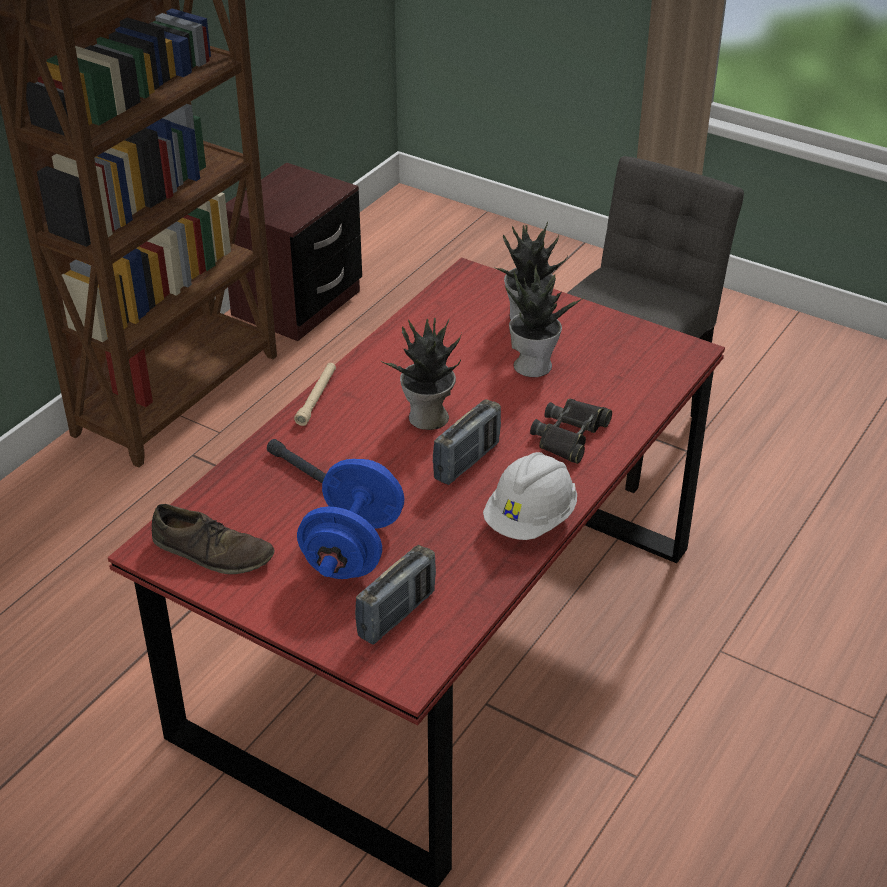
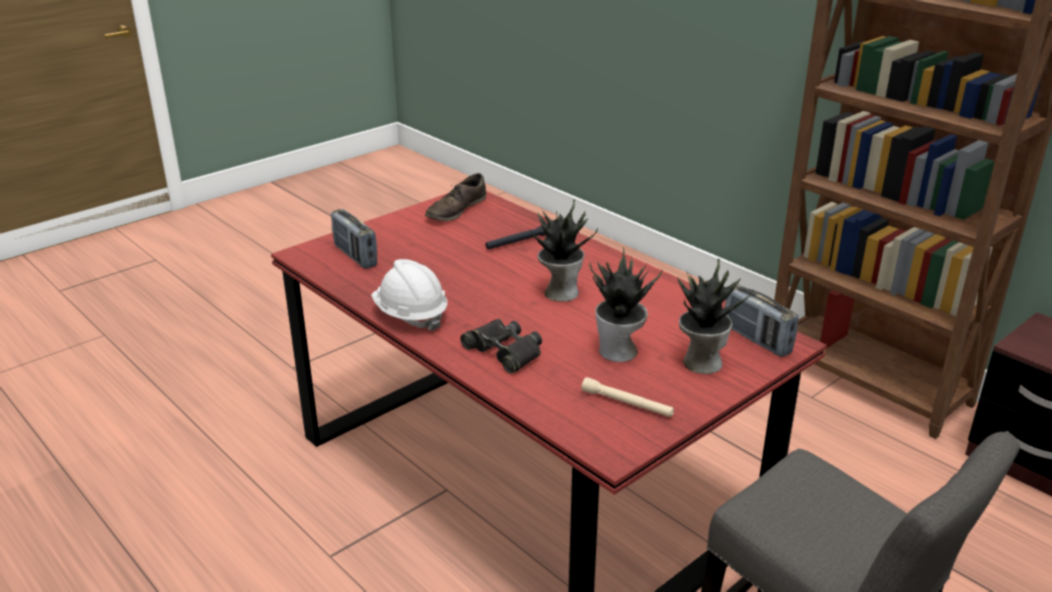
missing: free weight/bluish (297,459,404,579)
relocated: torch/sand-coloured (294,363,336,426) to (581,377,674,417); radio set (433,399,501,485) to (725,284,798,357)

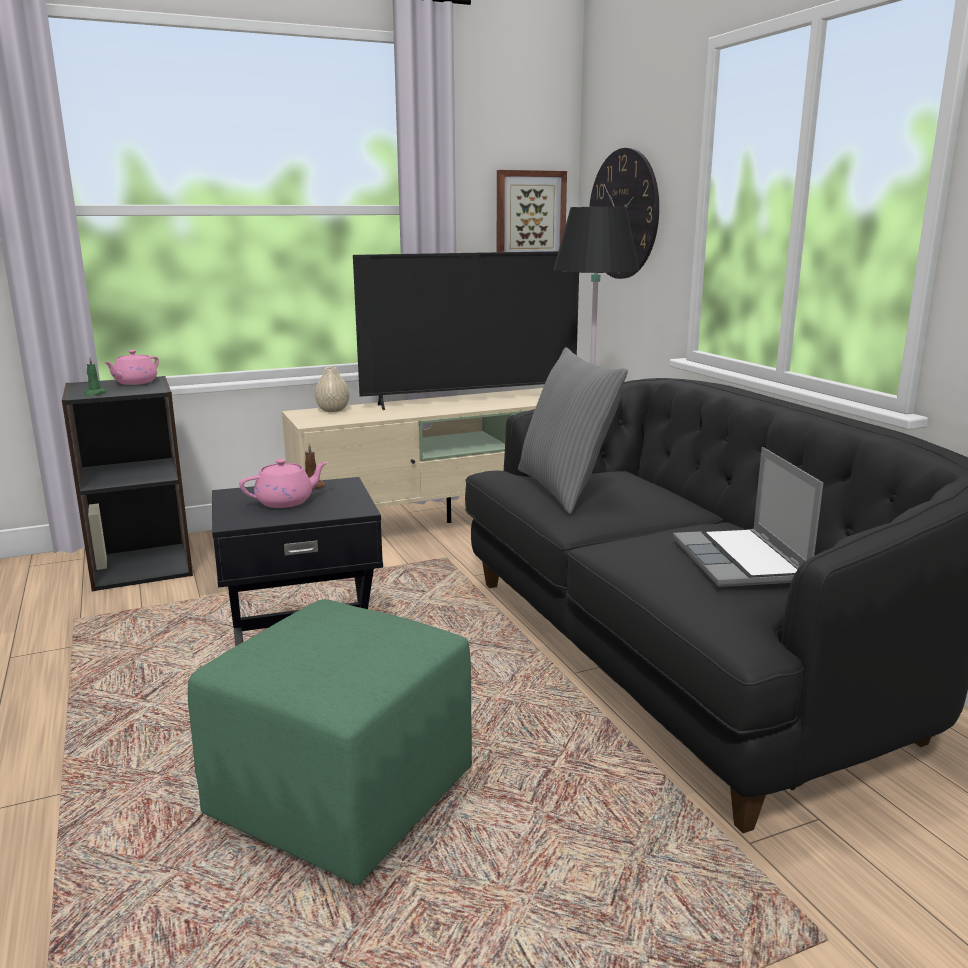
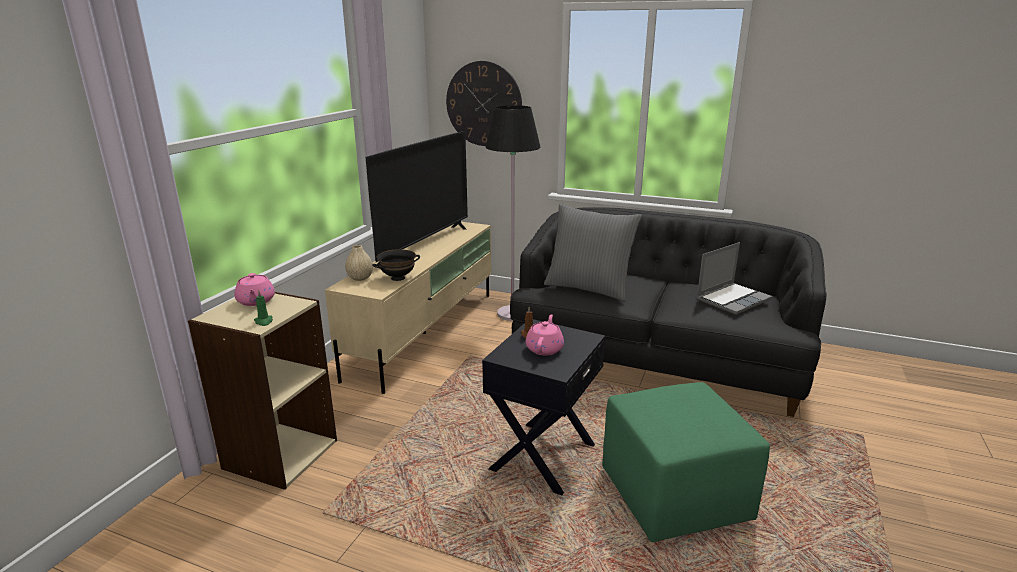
missing: wall picture (497,170,567,252)
appeared: bowl/blackish (372,249,420,281)
colour: shelving unit/blackish (62,376,193,592) to shelving unit/sand-coloured (188,292,337,490)
spun: portable computer (673,447,823,587) = (696,242,772,315) 75 degrees counterclockwise

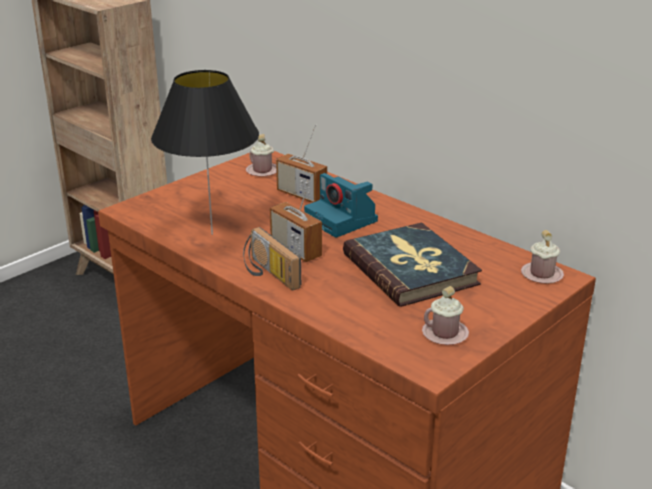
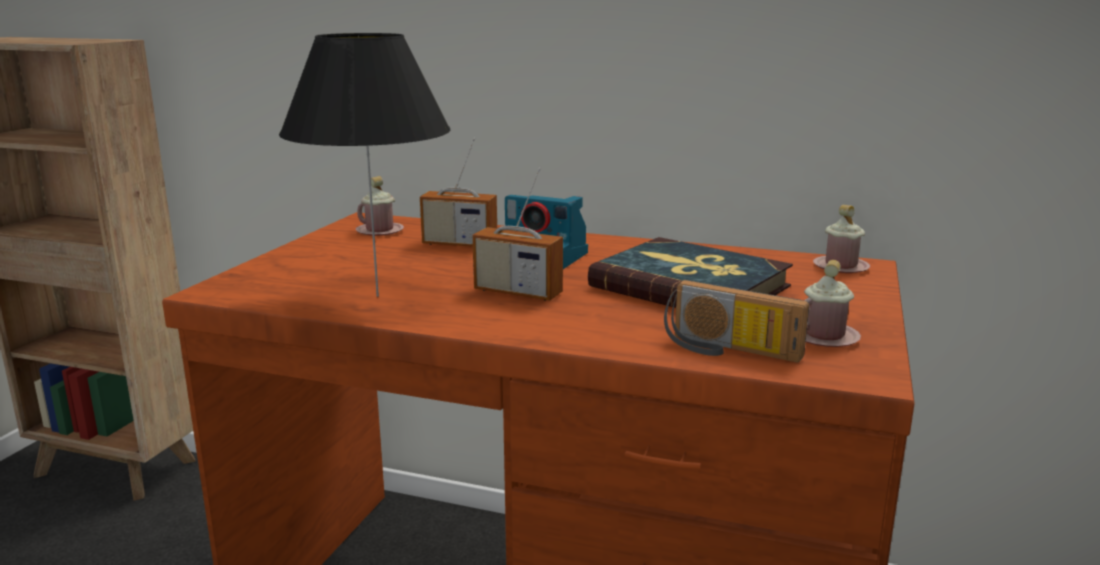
relocated: radio set (243,227,301,290) to (664,280,809,362)

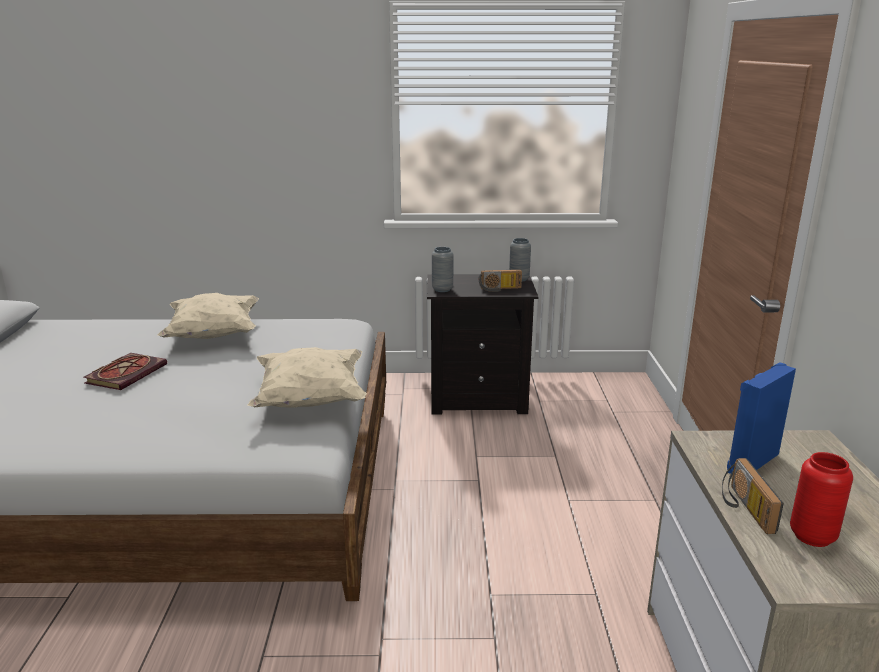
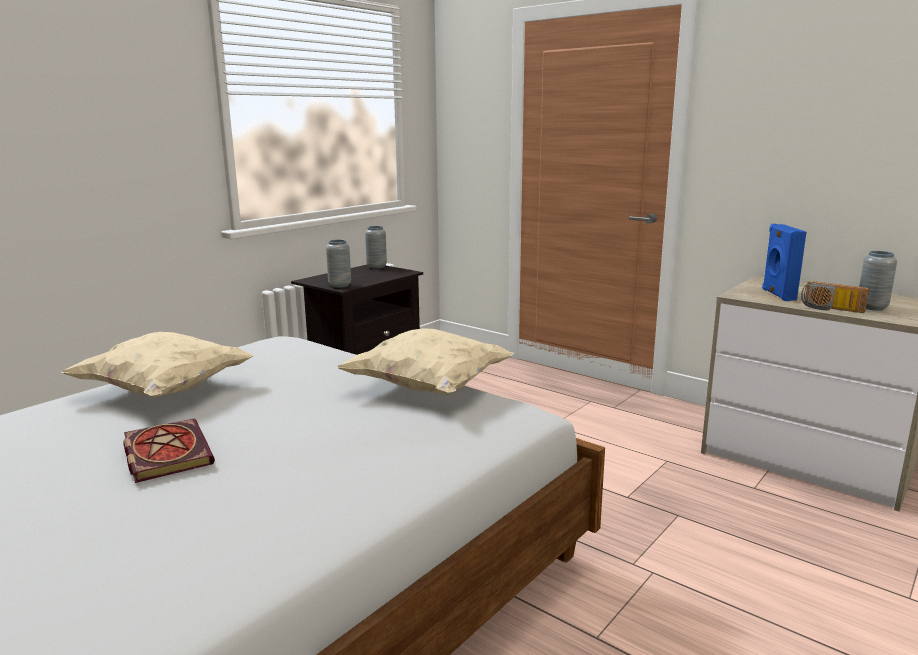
missing: radio set (479,269,522,292)
colour: flower vase/reddish (790,452,853,547) to flower vase/gray (859,251,897,310)

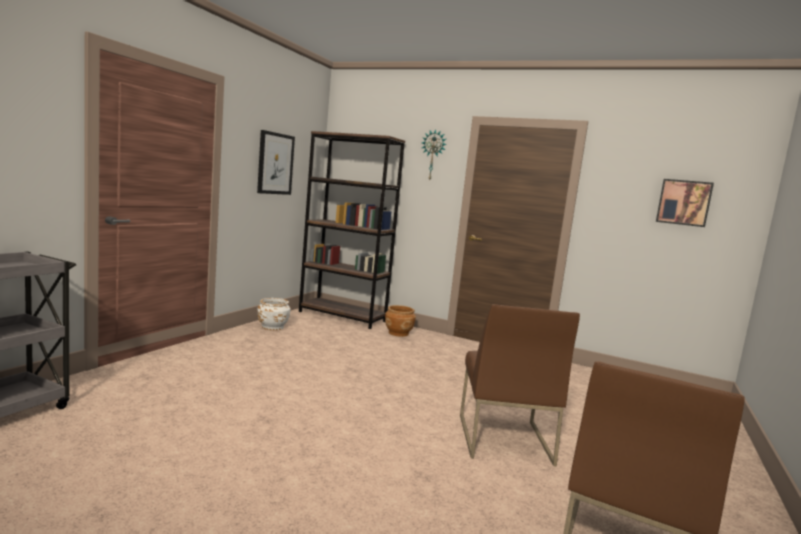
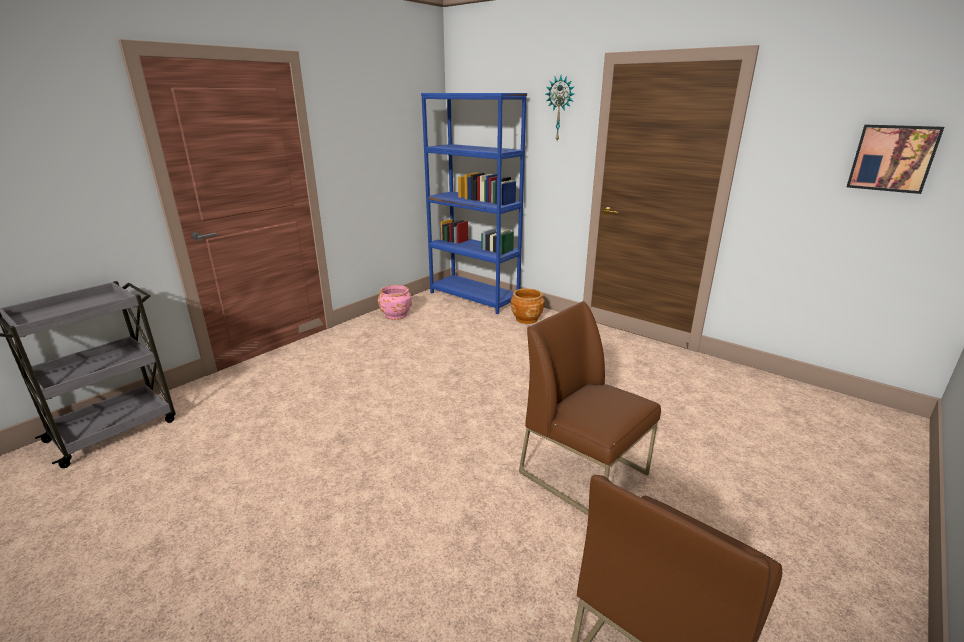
missing: wall picture (257,130,295,195)
colour: plant pot/whitish (257,298,291,330) to plant pot/pink-coloured (378,285,412,320); shelving unit/brown-coloured (299,131,405,329) to shelving unit/bluish (421,93,527,314)
spun: chair/brown-coloured (460,304,580,466) = (519,301,661,515) 120 degrees clockwise

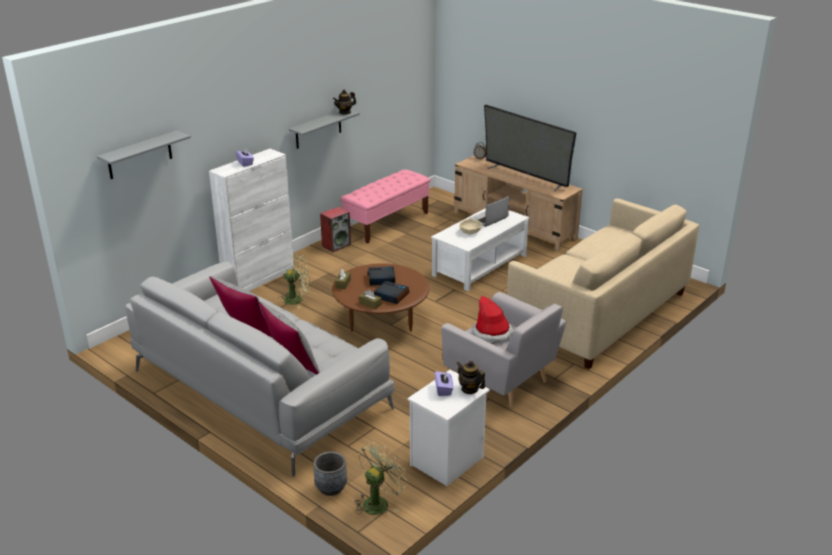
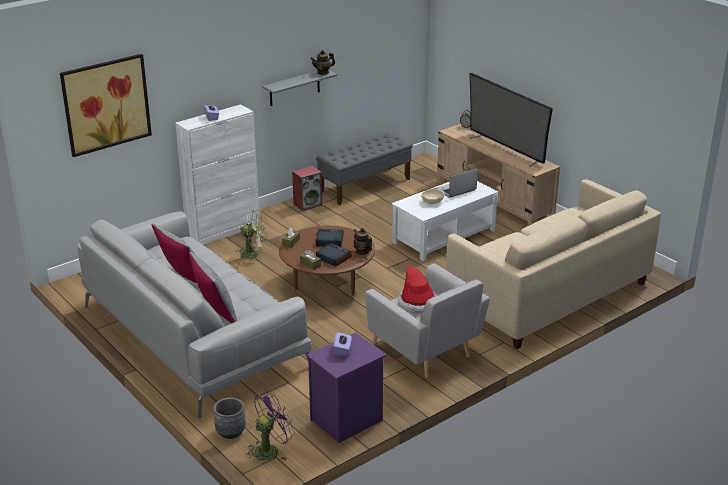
relocated: teapot (457,361,485,394) to (353,228,372,255)
exchanged: wall shelf/gray (97,130,191,179) to wall picture (60,54,152,157)
colour: bench/pink-coloured (340,170,430,243) to bench/gray (316,133,413,205); electric fan/green-coloured (355,442,408,515) to electric fan/purple-coloured (246,392,295,461); night table/whitish (408,370,490,486) to night table/purple-coloured (306,333,387,443)

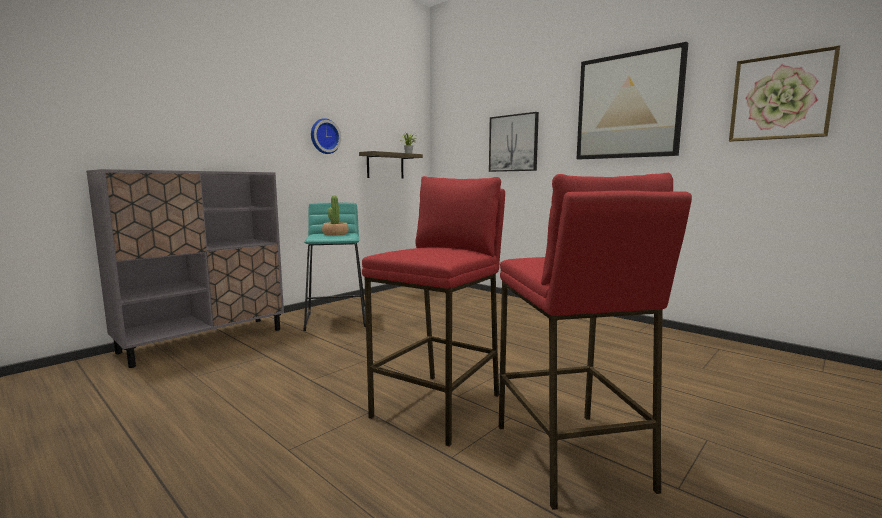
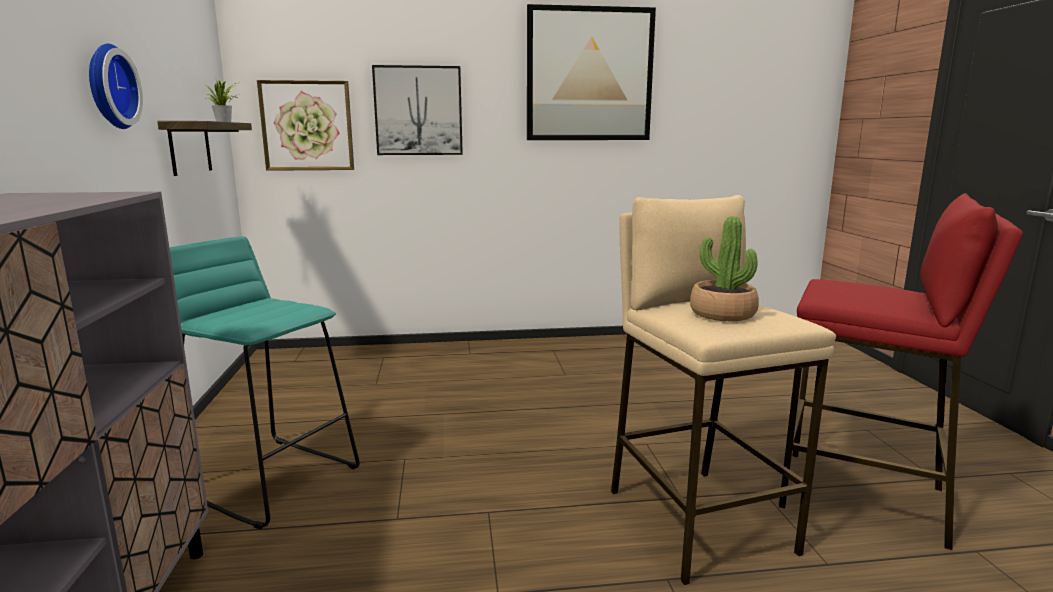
relocated: potted plant (322,195,349,235) to (690,216,759,321); wall picture (729,45,840,142) to (257,80,354,171)
colour: sitting stool/reddish (362,176,505,447) to sitting stool/sand-coloured (611,195,836,586)

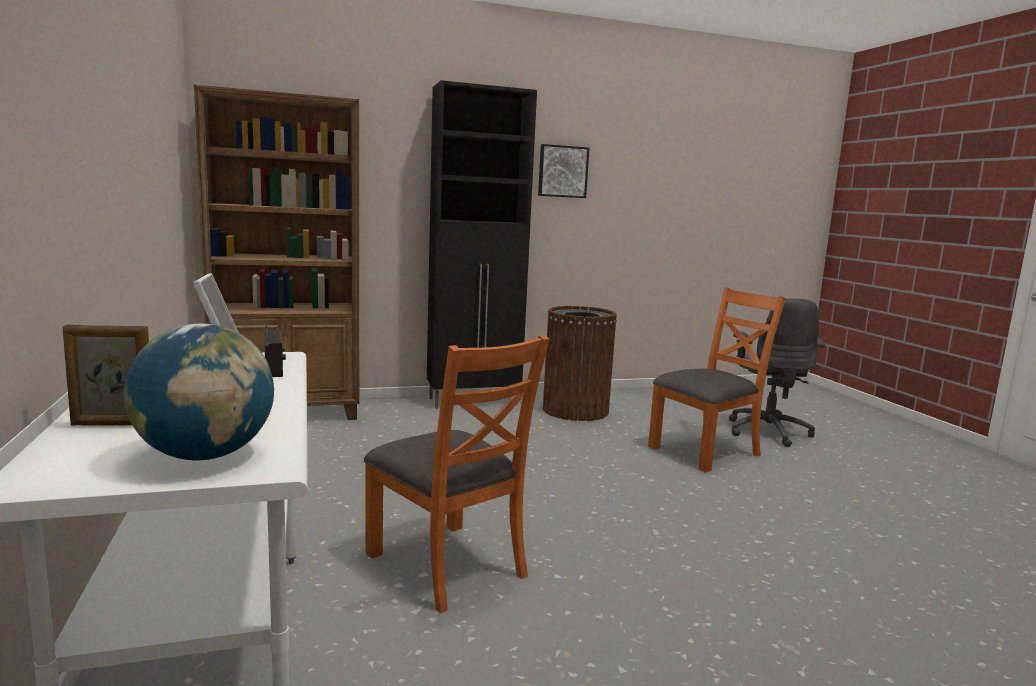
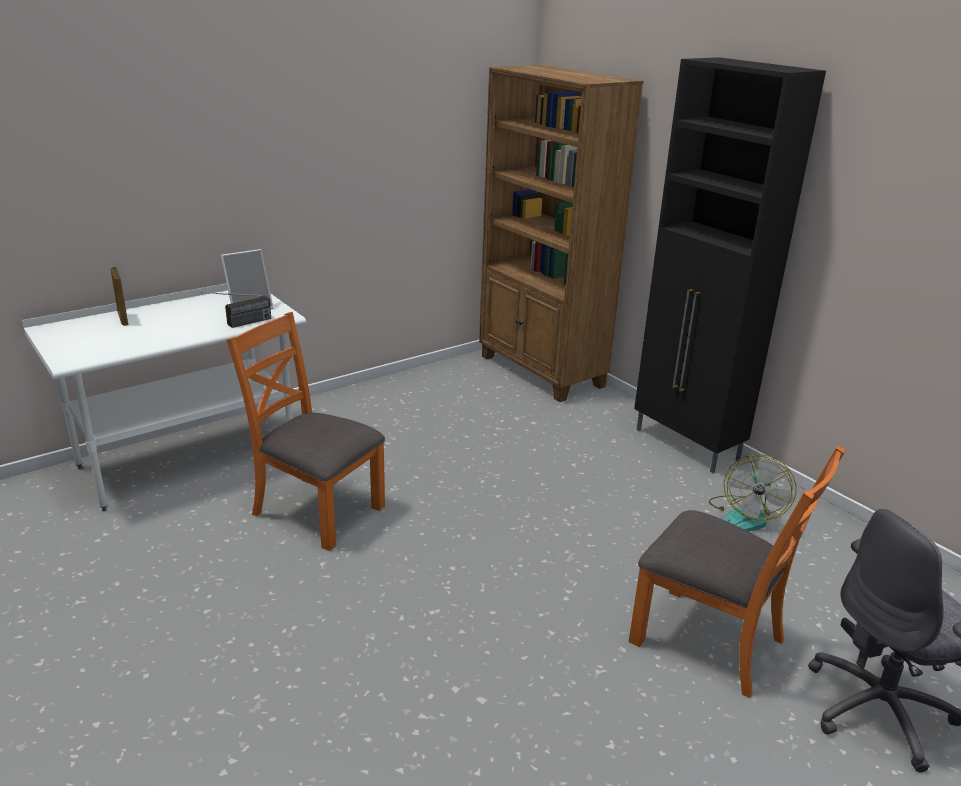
missing: world globe (124,324,274,460); wall picture (538,144,589,198)
exchanged: trash can/brown-coloured (543,306,617,421) to electric fan (709,454,796,532)
spun: chair/orange-coloured (364,334,549,613) = (227,312,385,551) 90 degrees clockwise

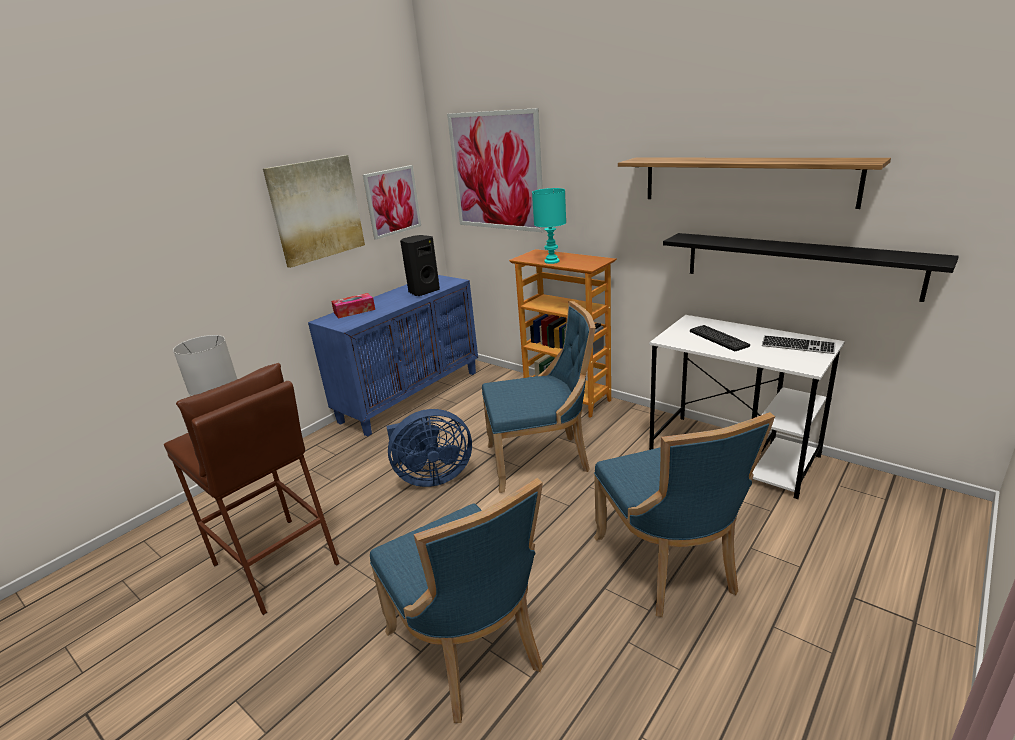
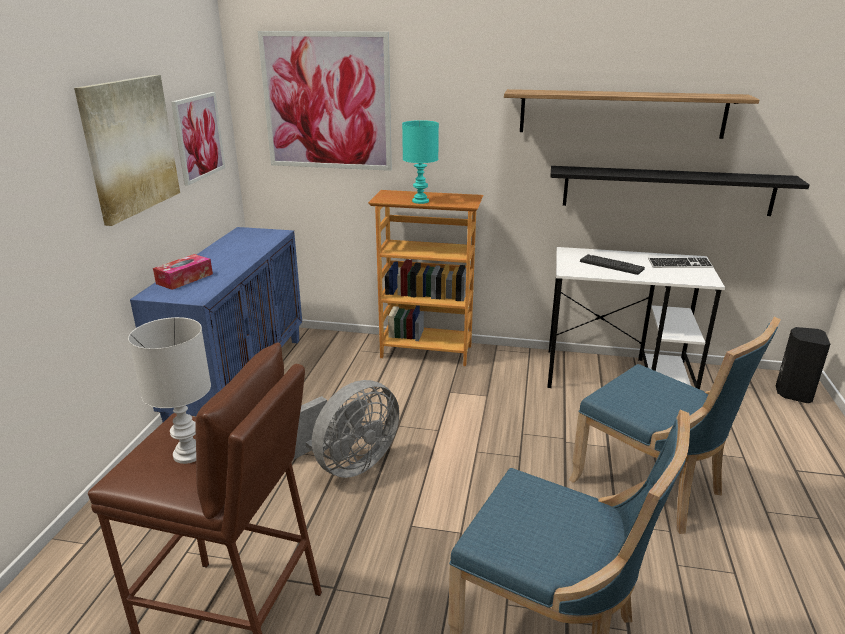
missing: chair/bluish (482,301,596,493)
relocated: audio speaker/blackish (400,235,440,296) to (776,327,830,403)
colour: electric fan/bluish (386,409,472,487) to electric fan/gray (293,380,399,478)

